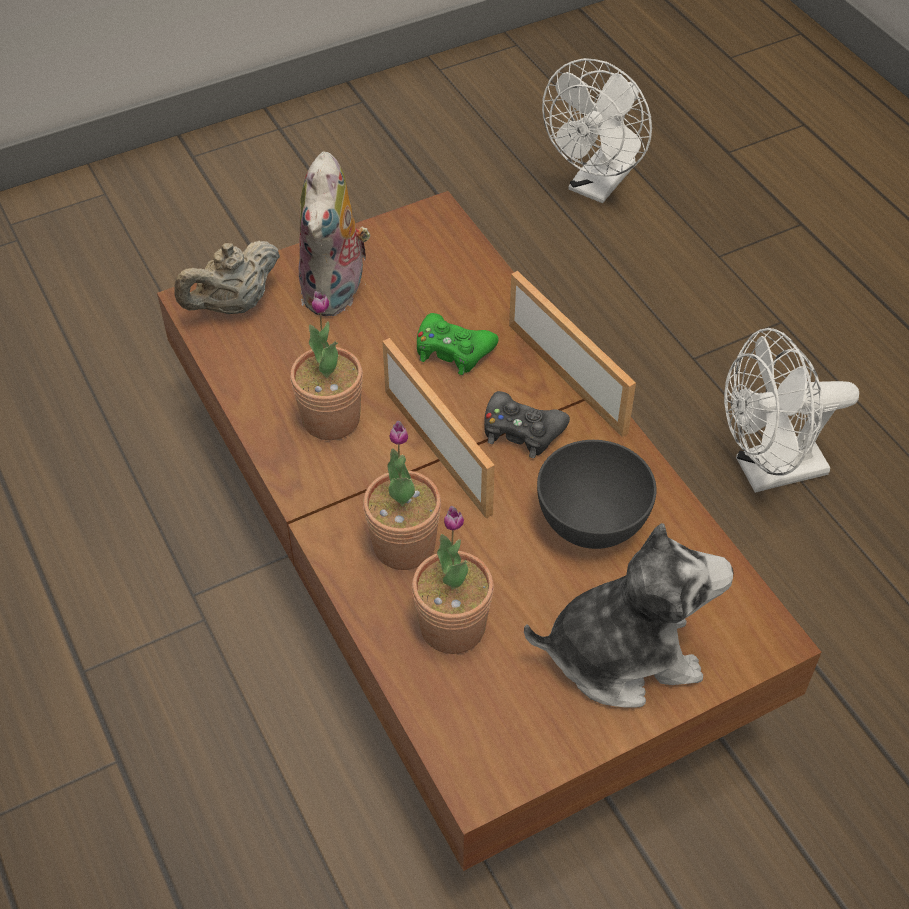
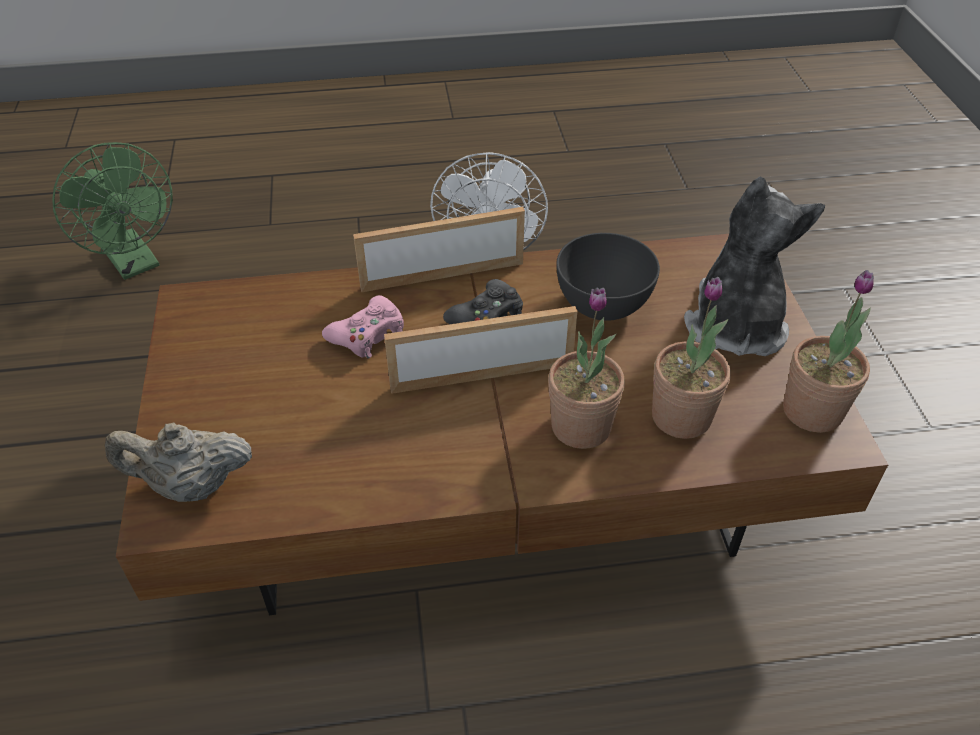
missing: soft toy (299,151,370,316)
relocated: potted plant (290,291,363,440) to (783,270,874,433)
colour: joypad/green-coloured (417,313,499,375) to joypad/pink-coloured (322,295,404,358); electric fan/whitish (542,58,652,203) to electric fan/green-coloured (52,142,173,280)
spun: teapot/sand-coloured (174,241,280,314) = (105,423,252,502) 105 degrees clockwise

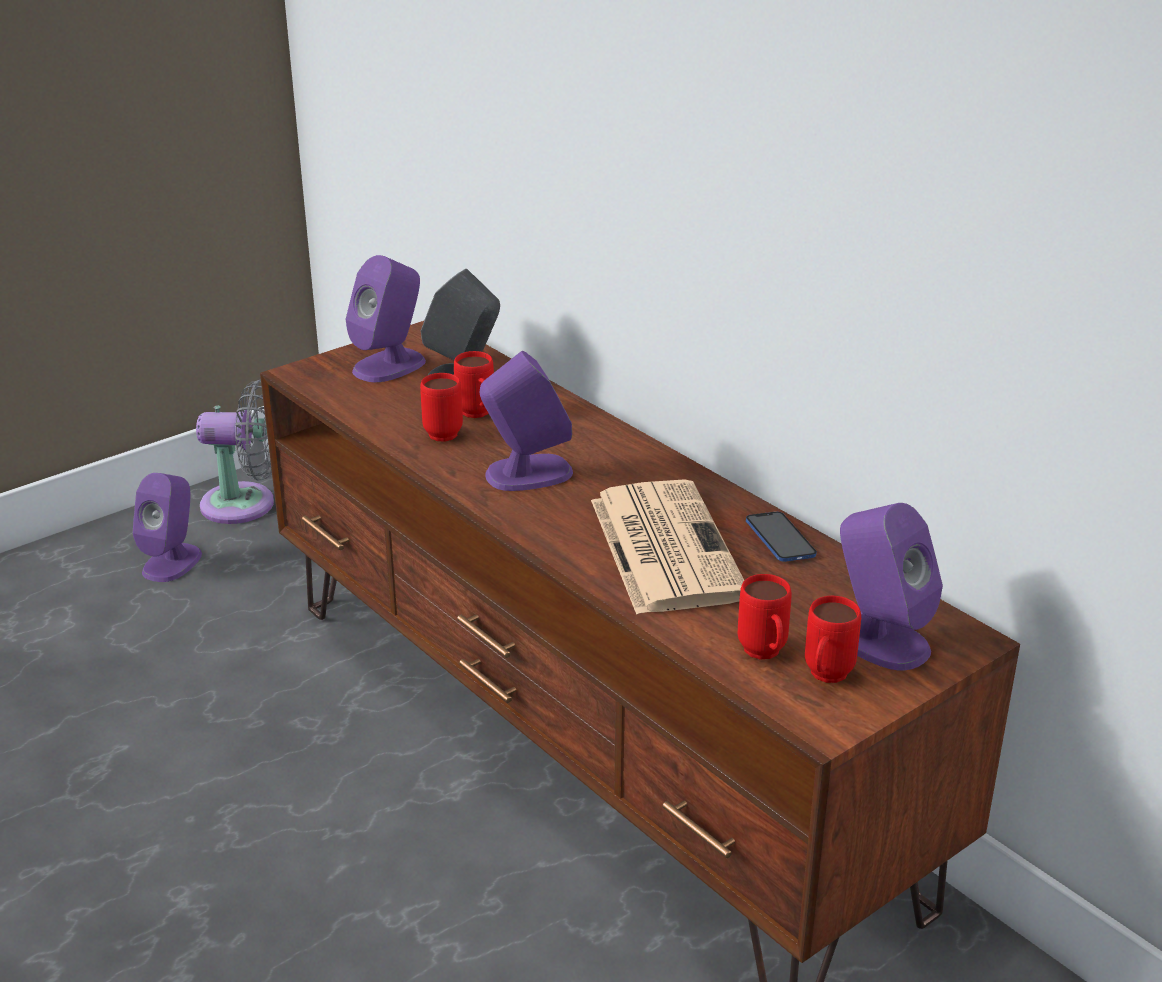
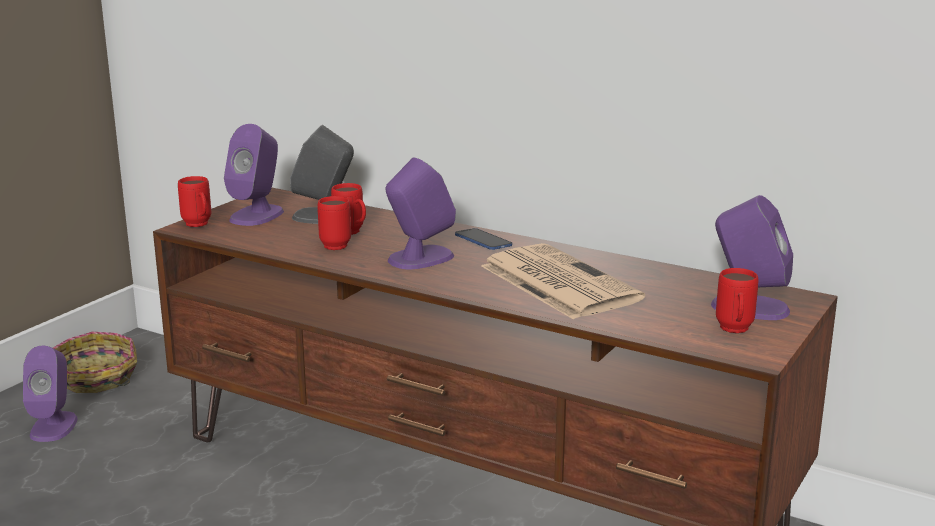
relocated: tea mug/reddish (738,574,792,660) to (178,176,211,227); telephone (746,512,817,562) to (455,228,512,250)
exchanged: electric fan/gray (196,380,274,524) to storage basket (53,332,137,393)

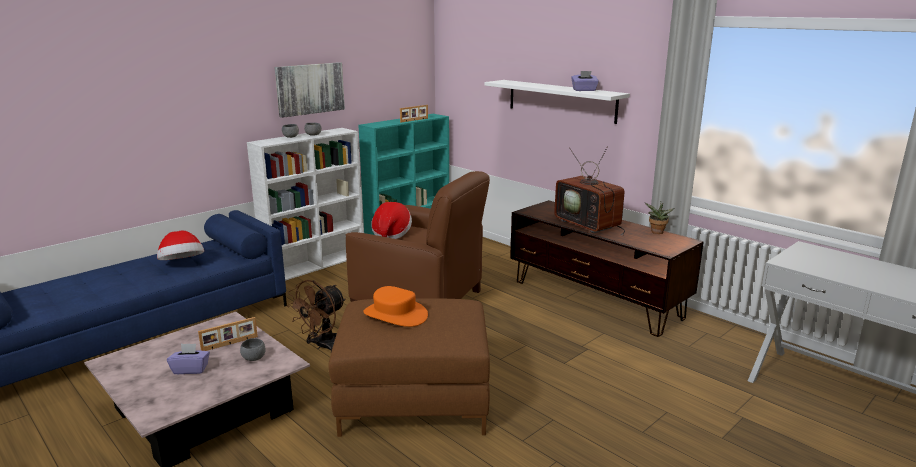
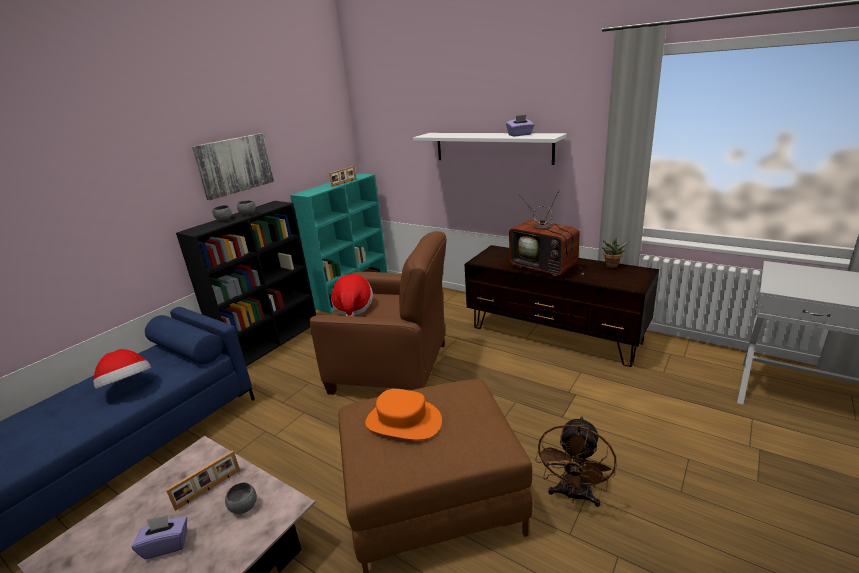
relocated: electric fan/brown-coloured (287,280,346,351) to (535,416,617,507)
colour: shelving unit/whitish (247,128,363,281) to shelving unit/blackish (176,201,316,366)

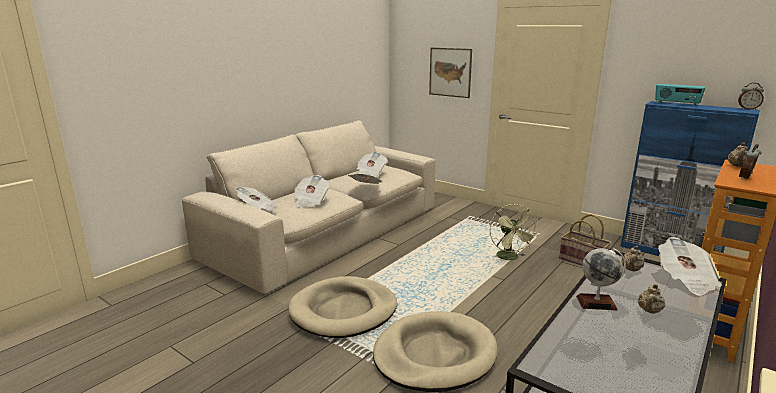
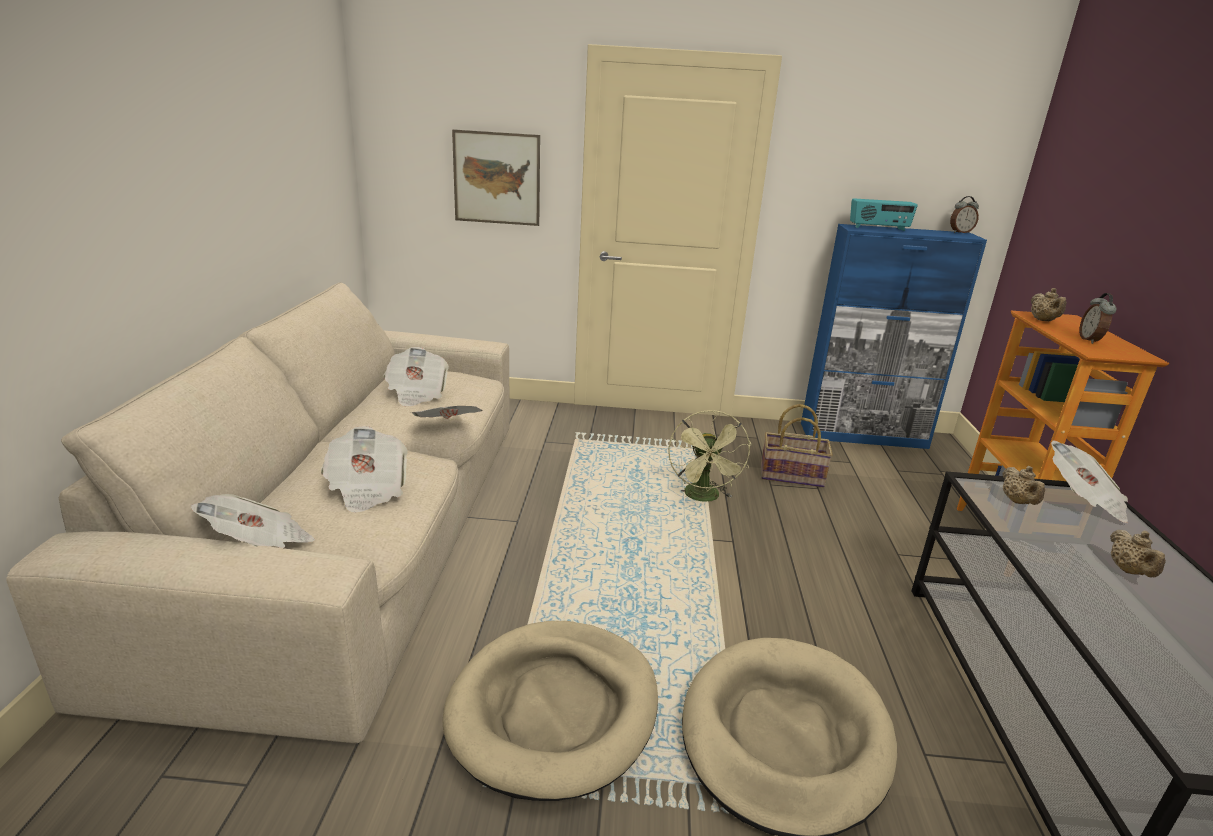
missing: world globe (576,248,626,310)
spun: electric fan/green-coloured (490,204,539,260) = (668,410,752,502) 45 degrees clockwise

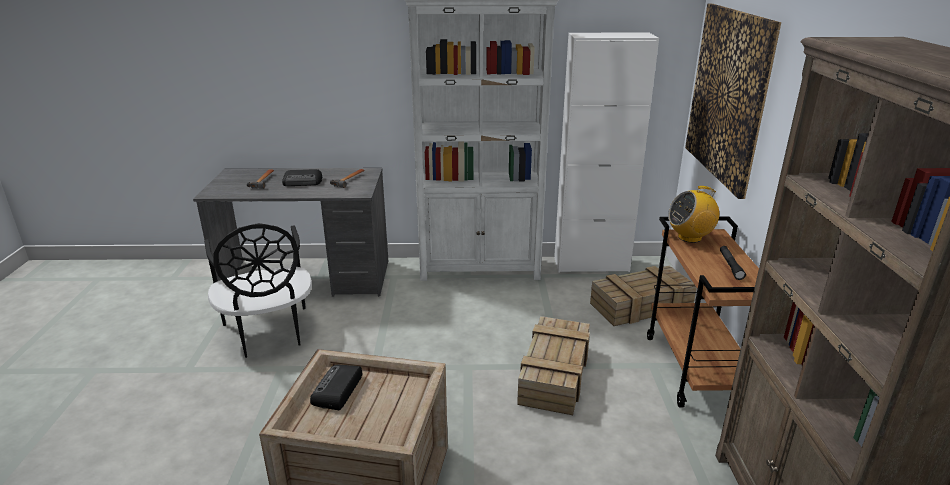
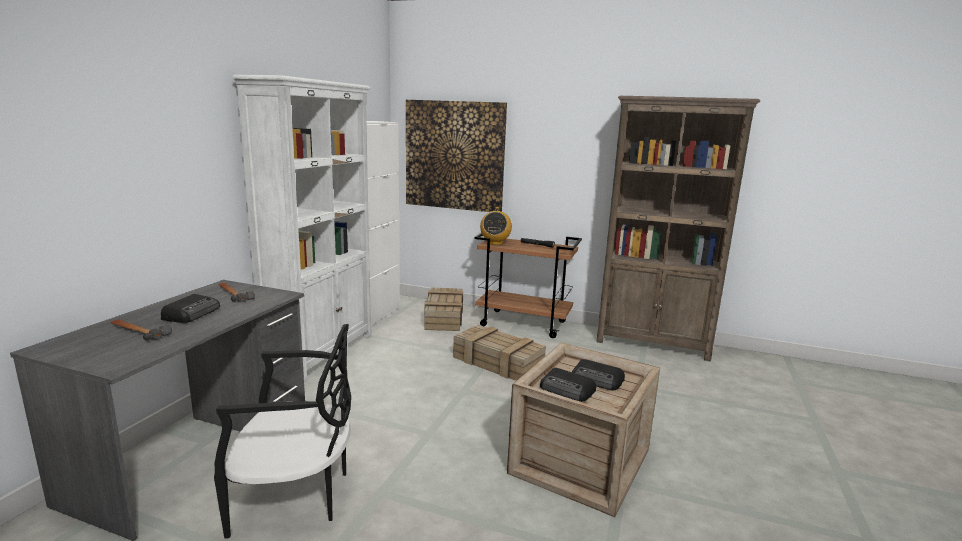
appeared: radio set (572,359,625,390)

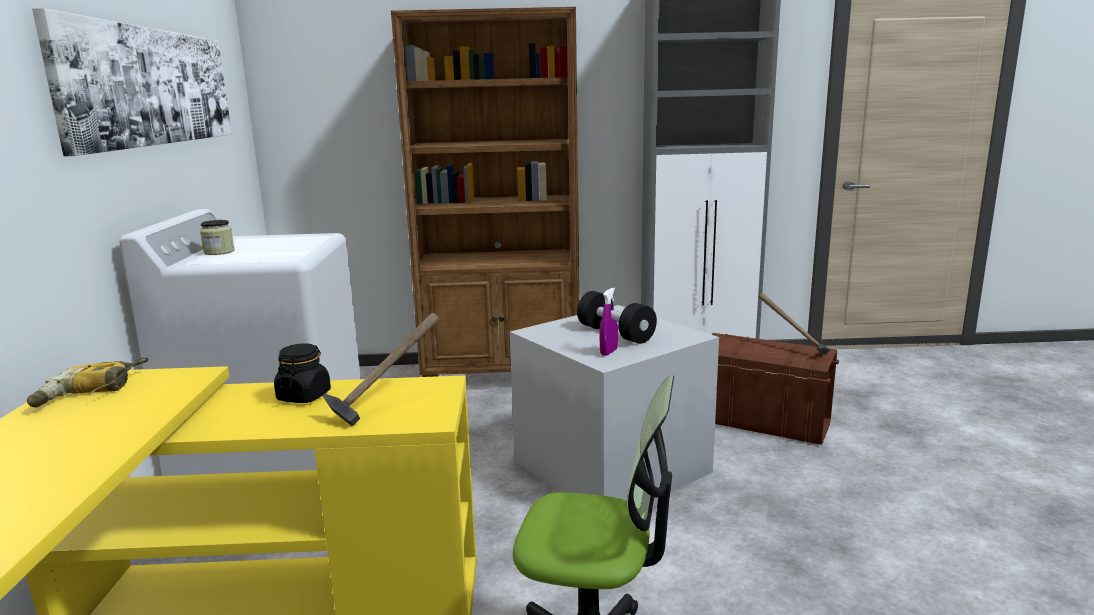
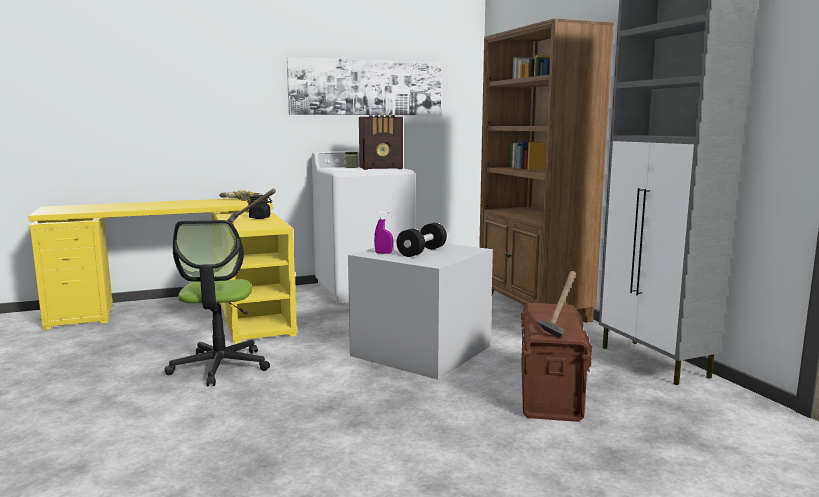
appeared: radio set (359,115,403,170)

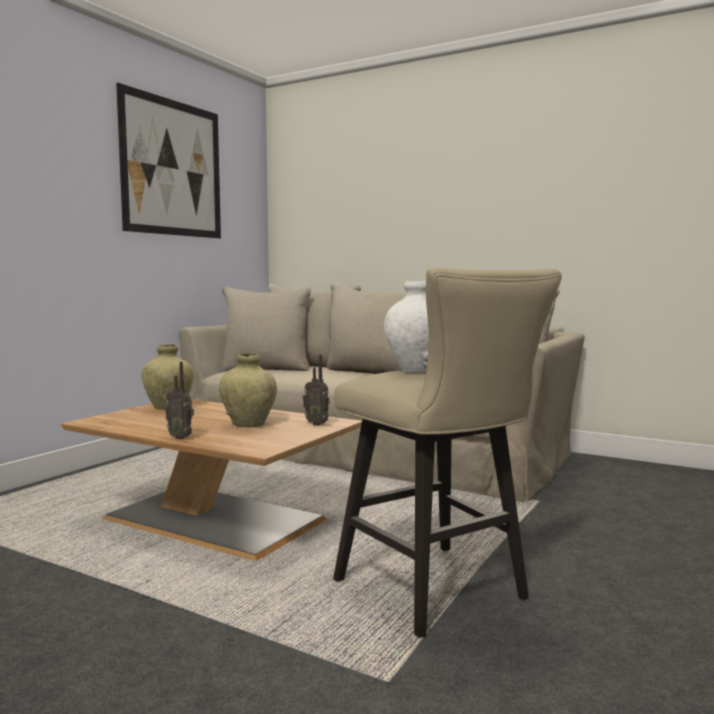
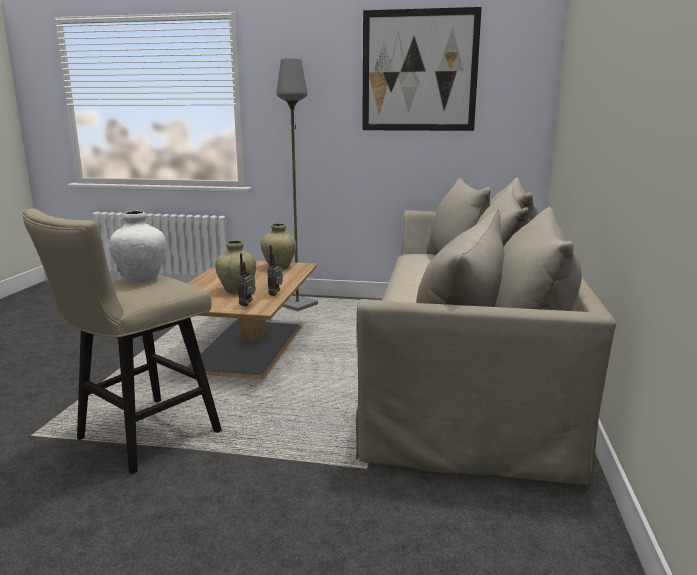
appeared: standard lamp/gray (276,58,318,311)
relocated: radio set (165,362,194,440) to (267,245,283,296)

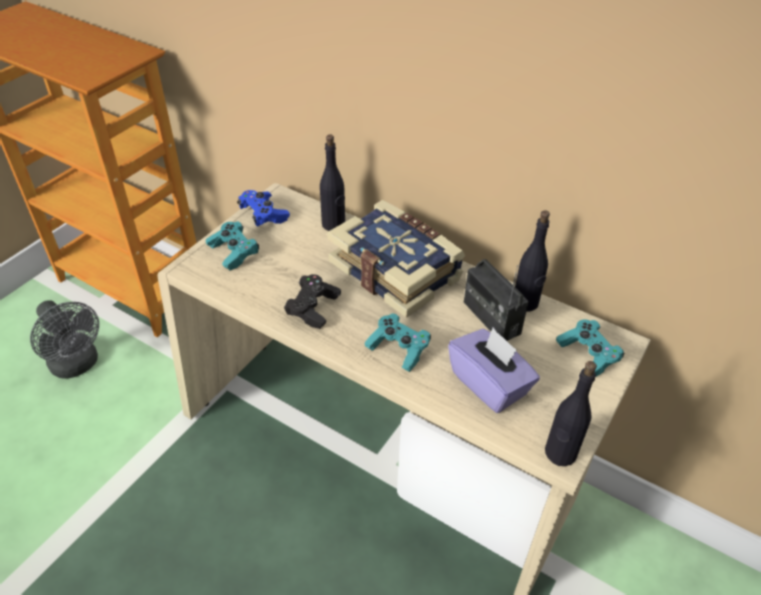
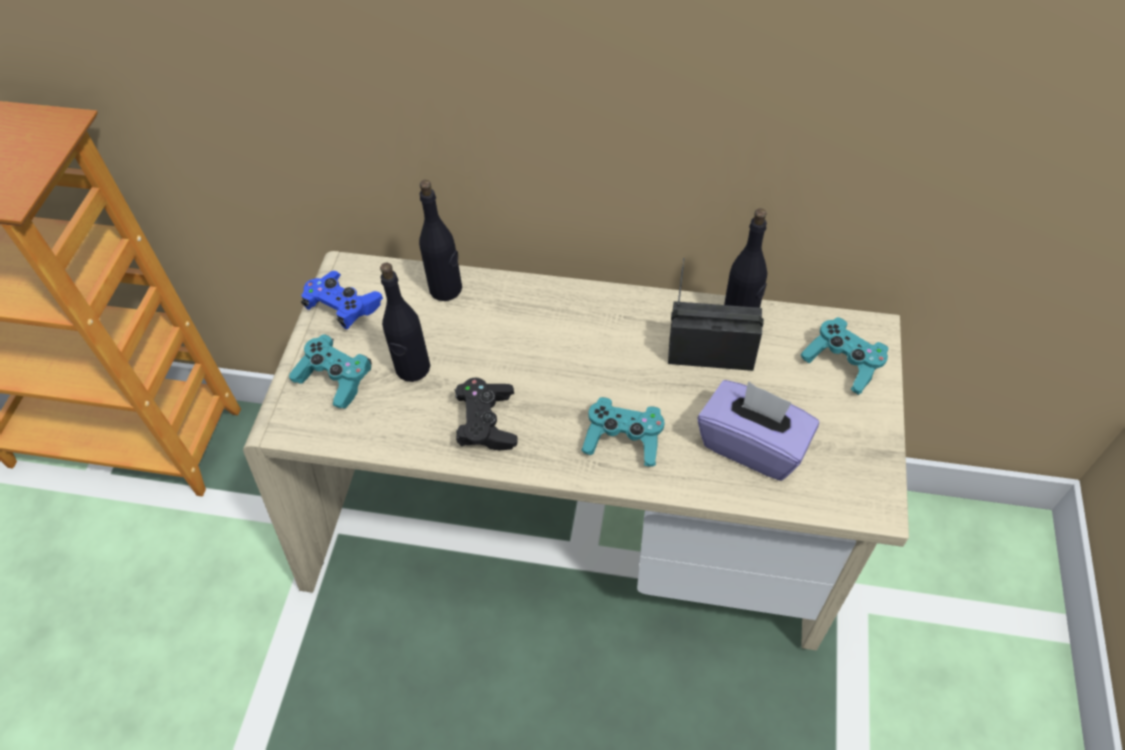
missing: electric fan/gray (30,300,99,379); book (327,200,465,318)
relocated: bottle/blackish (545,361,597,466) to (380,262,430,382)
spun: radio set (464,259,529,341) = (668,258,764,371) 150 degrees clockwise

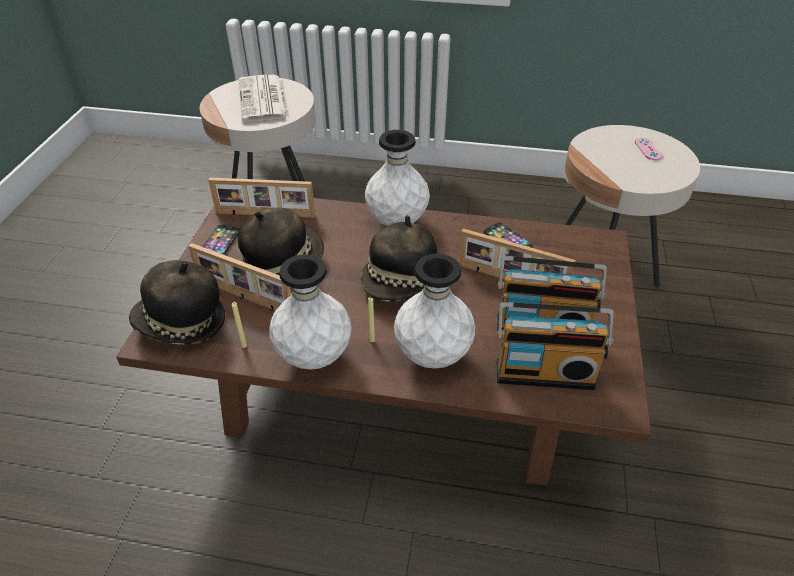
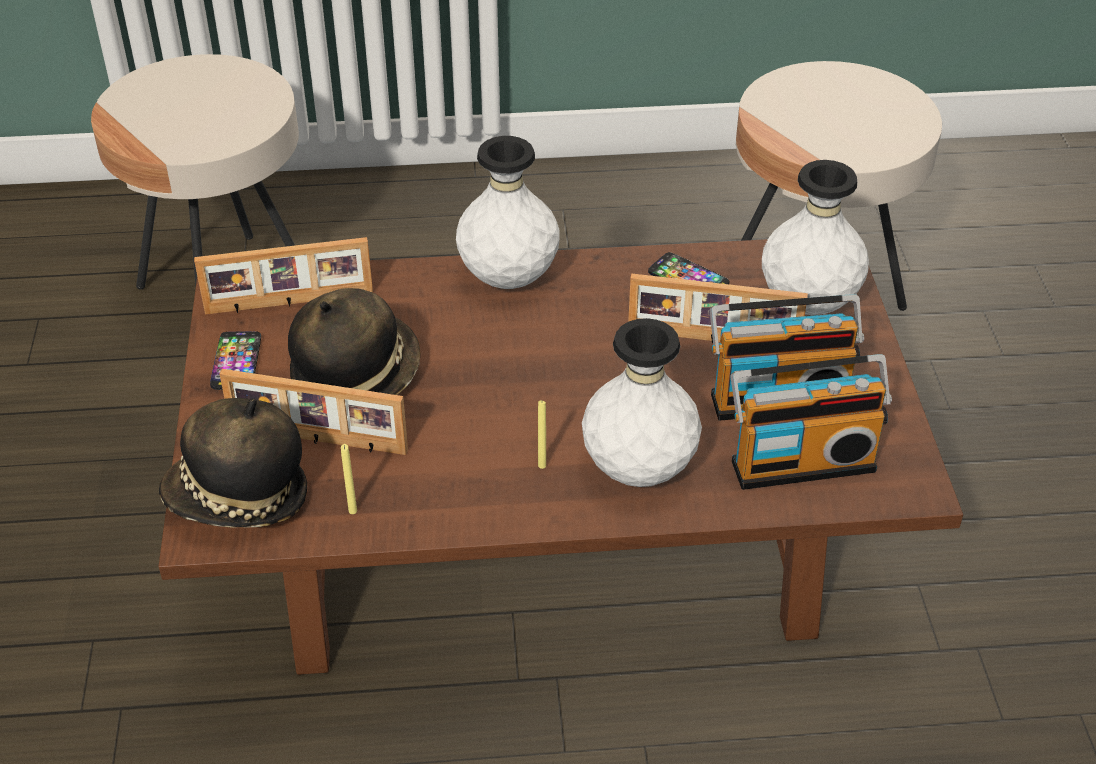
missing: daily paper (239,75,290,122); hat (360,215,437,302); joypad/pink-coloured (635,138,663,160)
relocated: flower vase/whitish (269,254,352,370) to (762,160,869,315)

